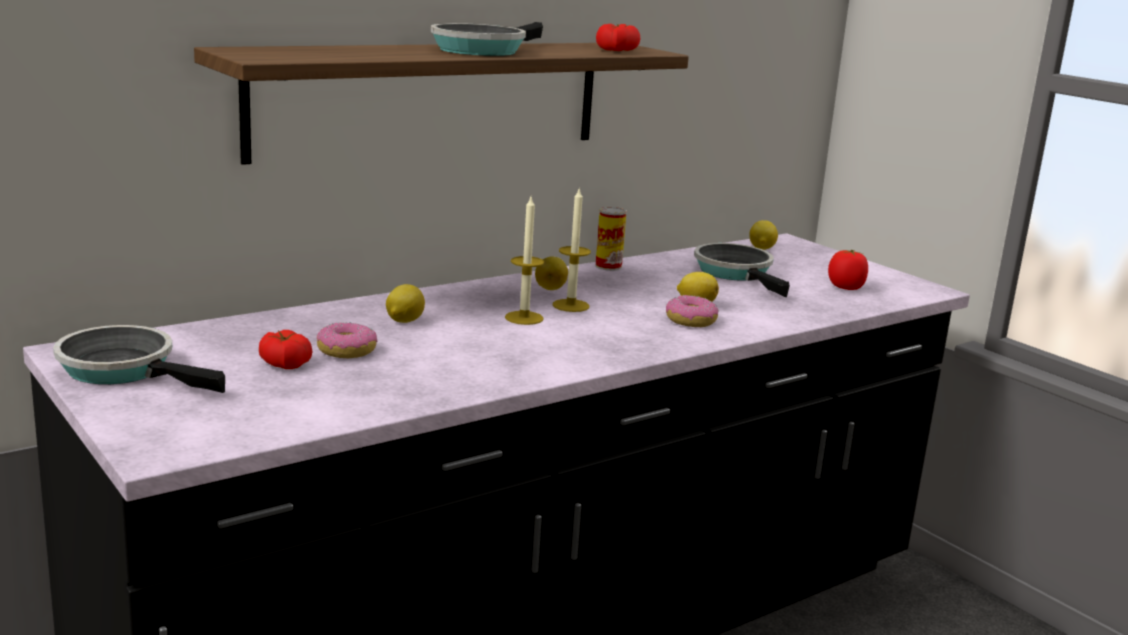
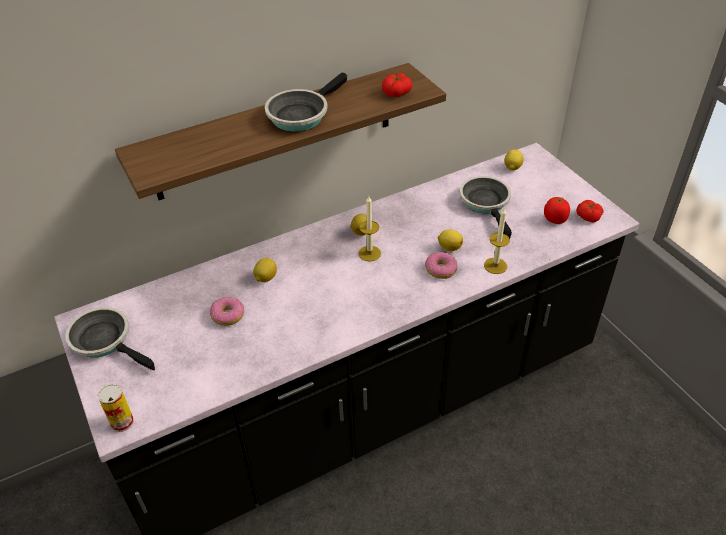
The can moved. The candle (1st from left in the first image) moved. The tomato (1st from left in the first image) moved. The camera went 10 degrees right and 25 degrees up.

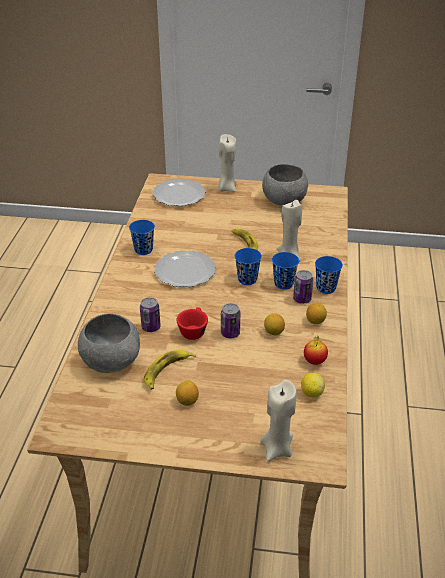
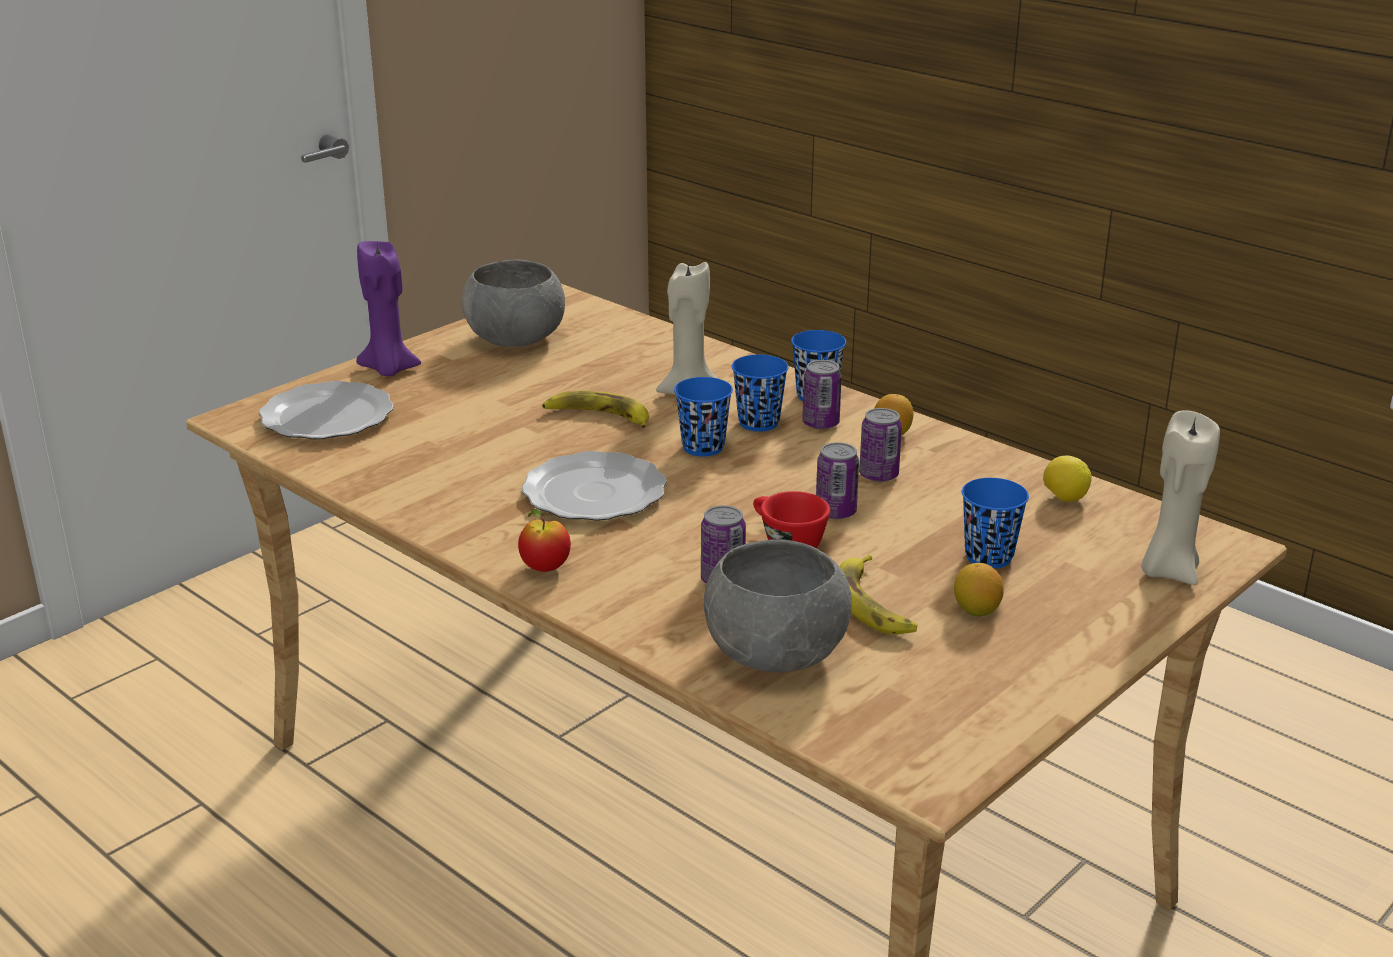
The beige candle (1st from left) became the purple candle. The apple moved. The lemon (2nd from left) was replaced by the can (4th from left). The blue cup (1st from left in the first image) moved. The camera went 55 degrees left and 10 degrees down.

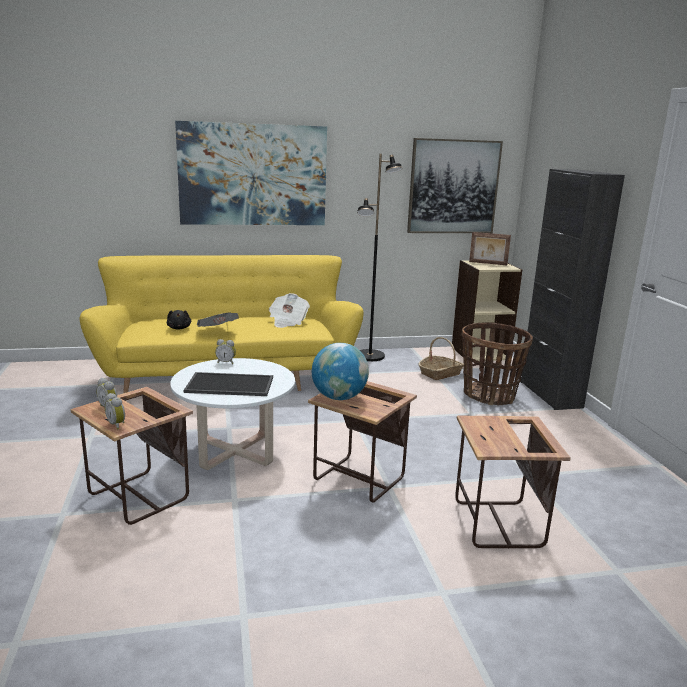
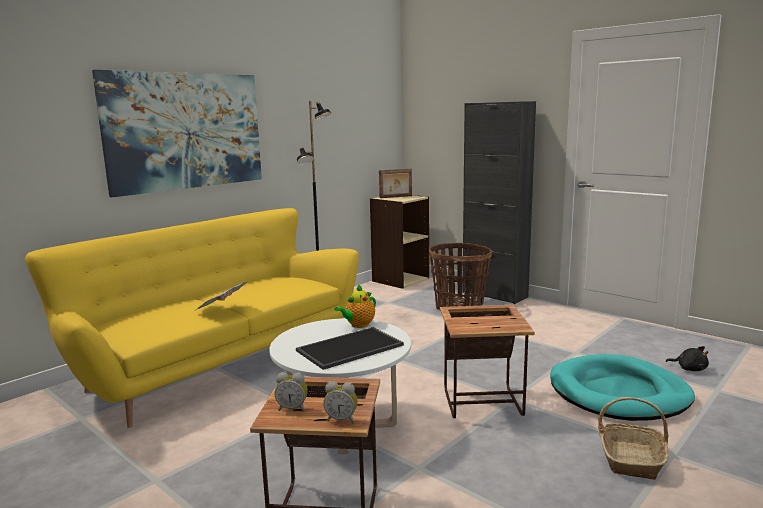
The teapot appeared. The side table (3rd from left) was replaced by the turquoise dog bed. The basket (1st from left in the first image) moved. The black plush toy moved. The alarm clock (3rd from left) disappeared. The newspaper (2nd from left) disappeared. The globe disappeared. The picture (2nd from left) disappeared. The camera went 35 degrees left and 5 degrees down.

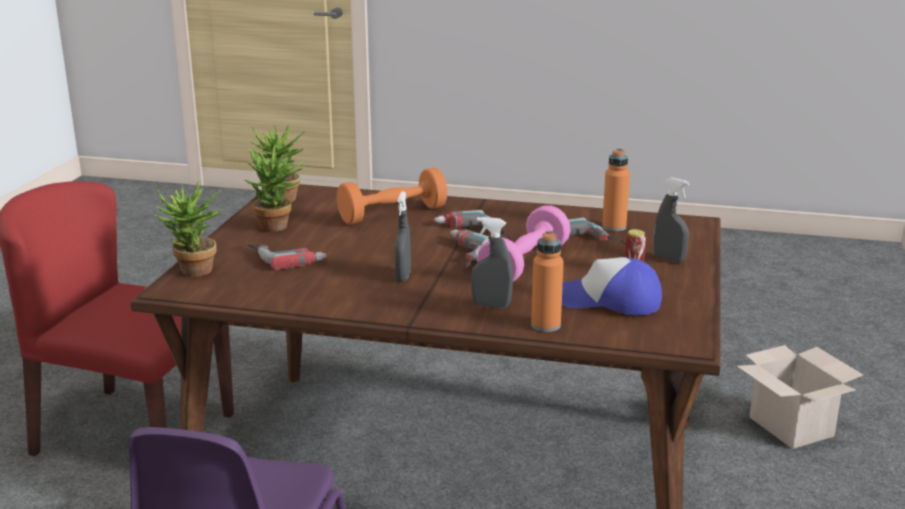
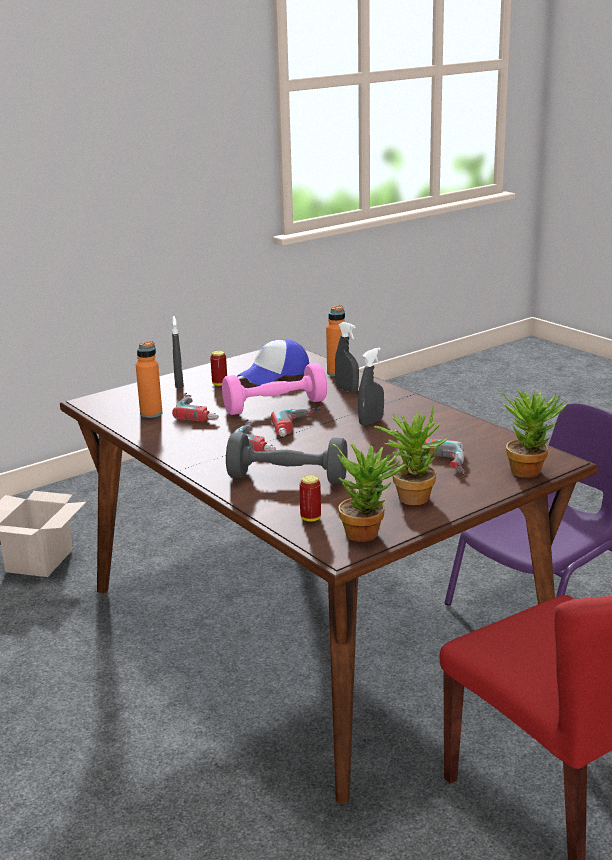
The orange dumbbell became the grey dumbbell. The cap turned 90 degrees clockwise. The can (2nd from left) appeared. The camera went 140 degrees left and 0 degrees up.

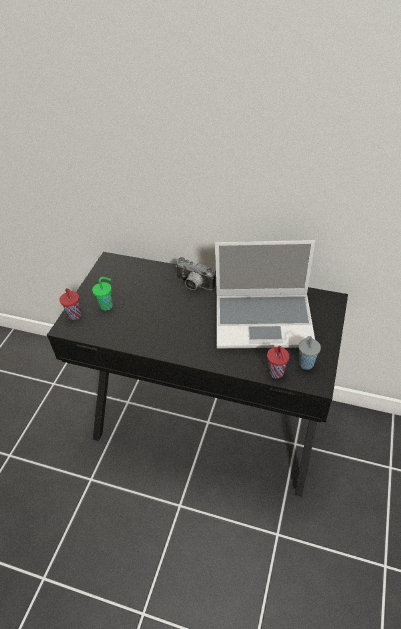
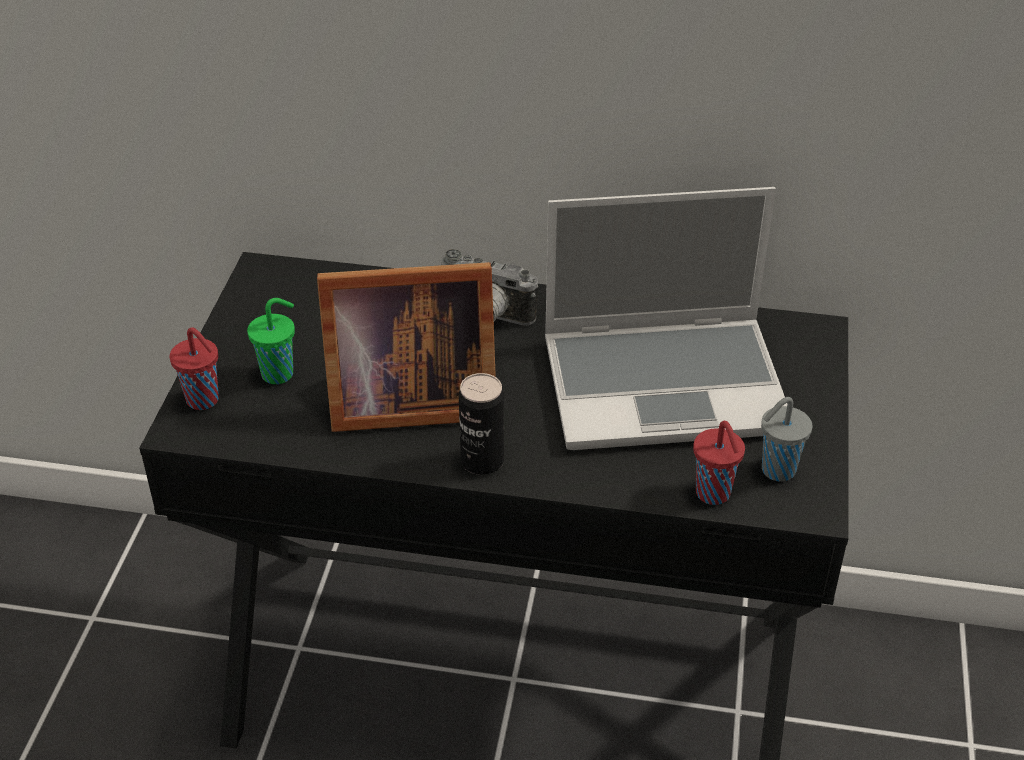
The picture frame appeared. The can appeared. The camera went 10 degrees left and 5 degrees down.

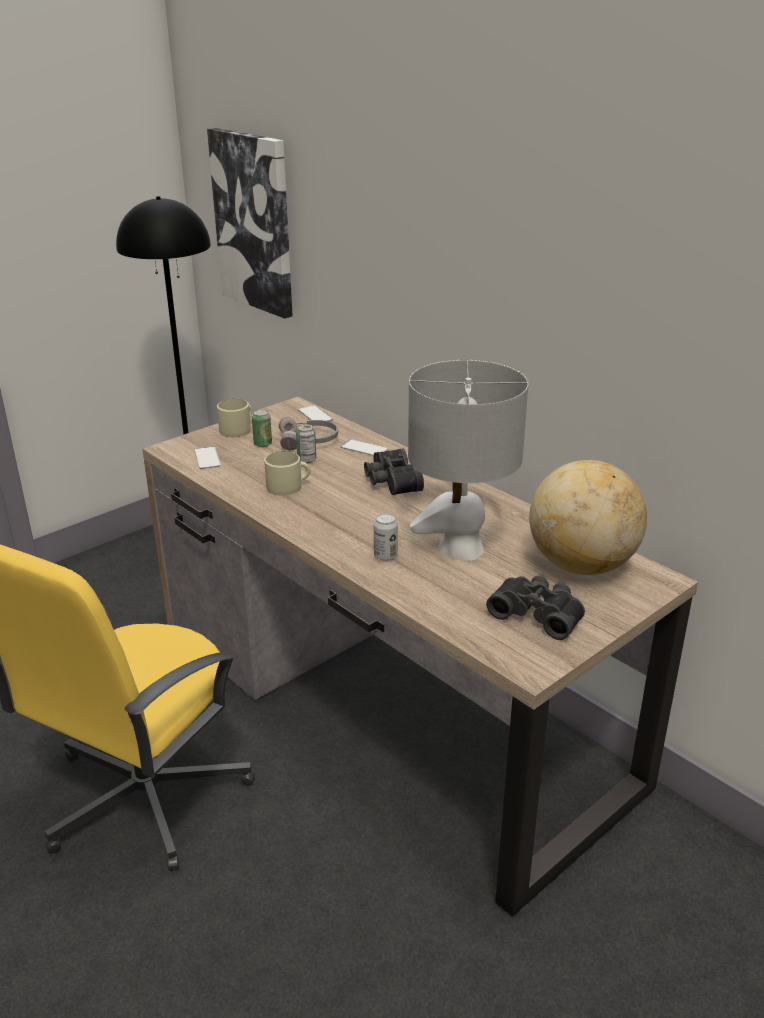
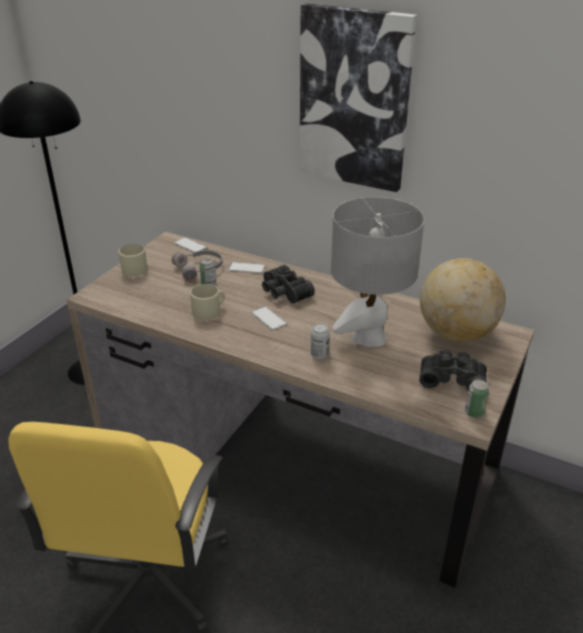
The phone (1st from left in the first image) moved. The picture moved. The can (1st from left in the first image) moved. The camera went 20 degrees left and 5 degrees up.

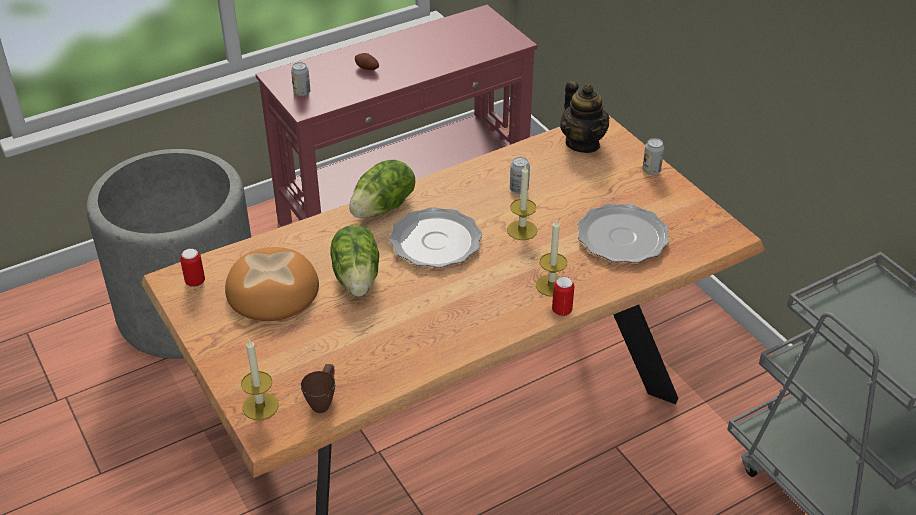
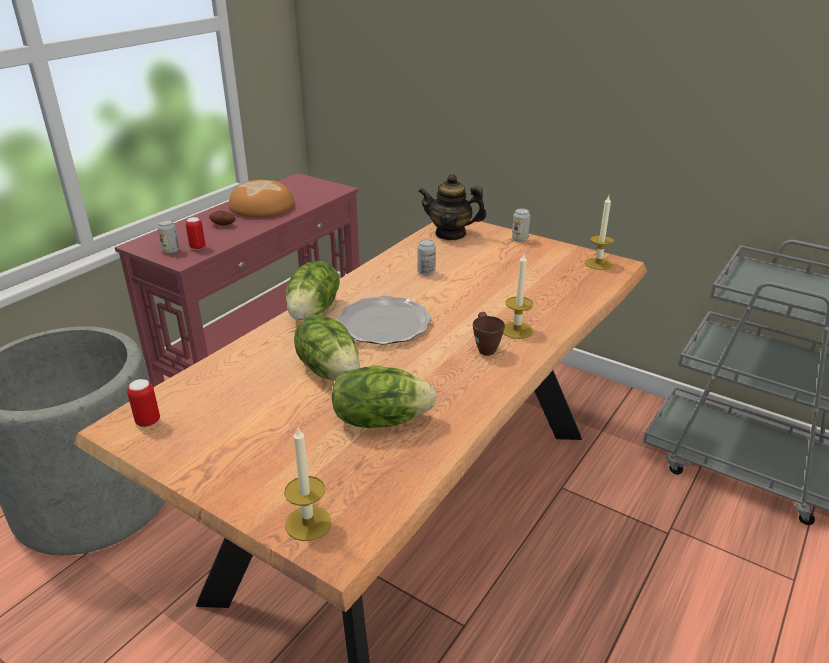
The can (4th from left in the first image) moved. The bread moved. The lettuce (3rd from left) appeared. The teapot turned 150 degrees clockwise. The brown mug moved. The candle (2nd from left in the first image) moved. The plate (2nd from left) disappeared. The camera went 25 degrees left and 10 degrees down.

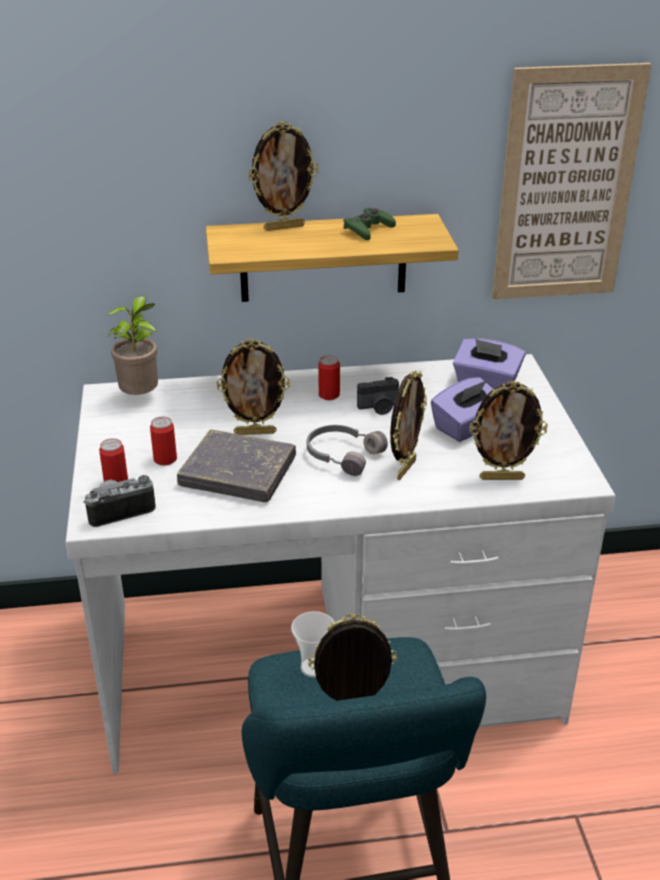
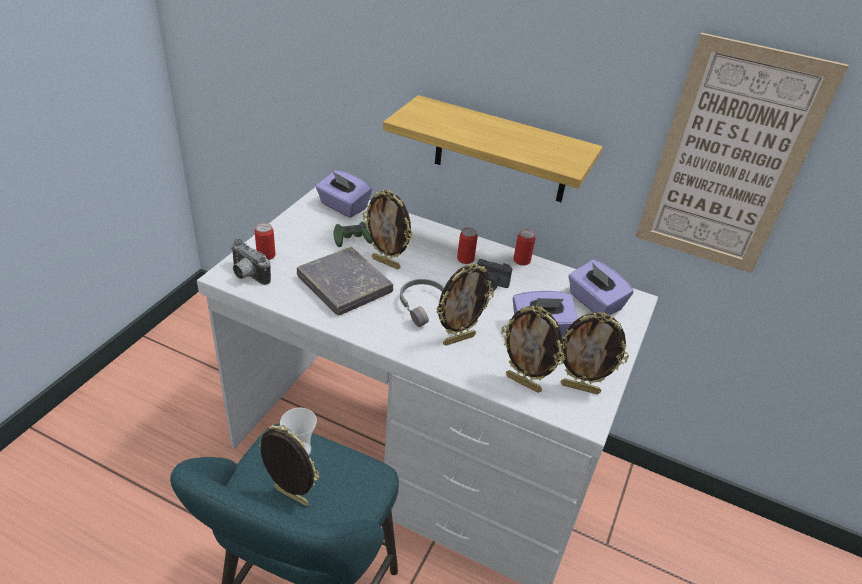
The photo camera (1st from left) turned 150 degrees counterclockwise. The potted plant was replaced by the purple tissue box (1st from left). The green game controller moved. The can (2nd from left in the first image) moved. The picture frame (2nd from left in the first image) moved. The camera went 30 degrees right and 5 degrees up.

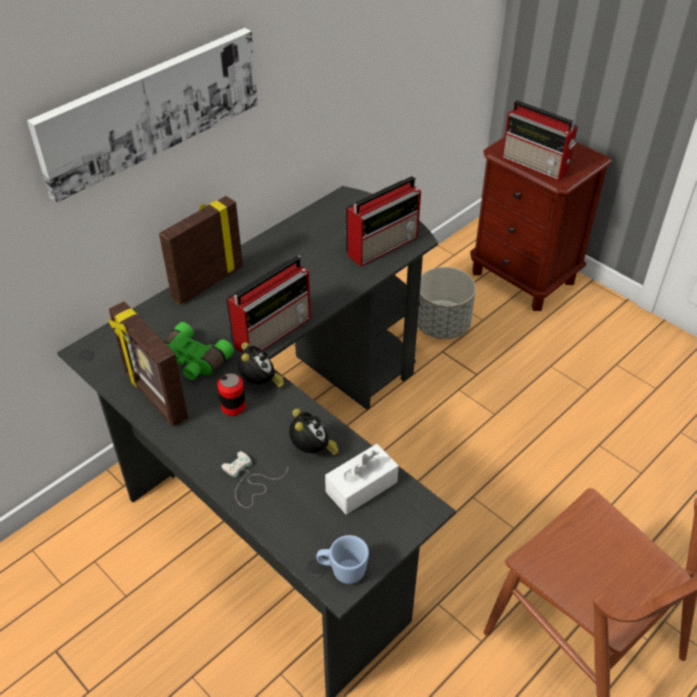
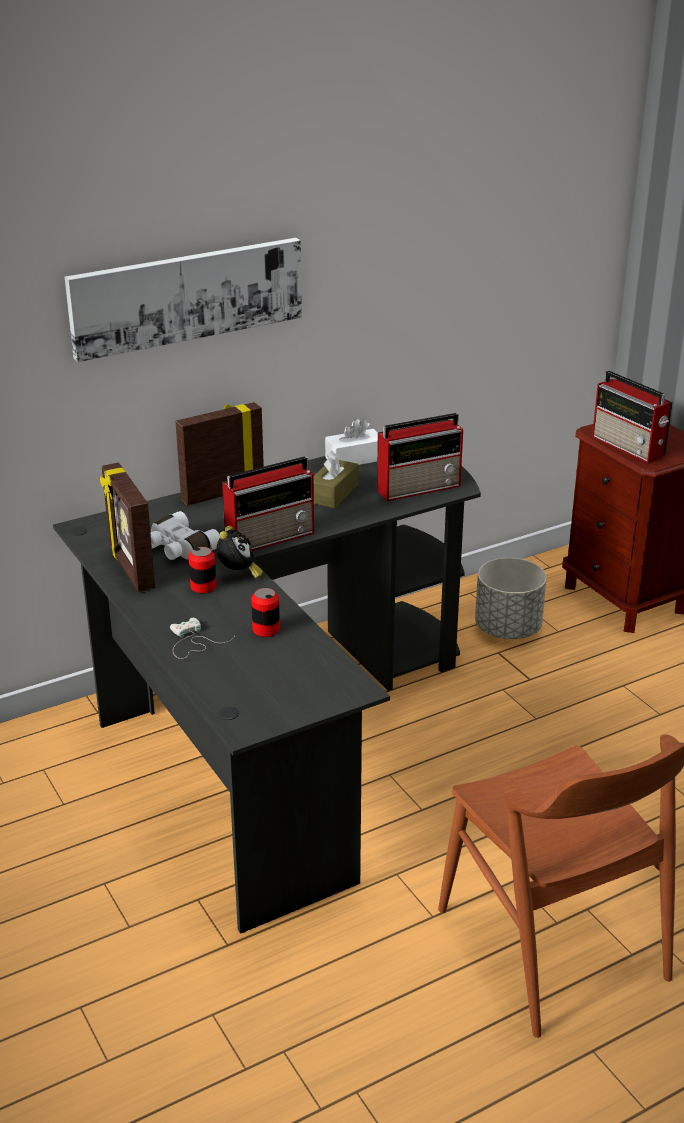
The green binoculars became the white binoculars. The alarm clock (2nd from left) was replaced by the can (2nd from left). The brown tissue box appeared. The white tissue box moved. The blue mug disappeared. The camera went 15 degrees right and 15 degrees down.

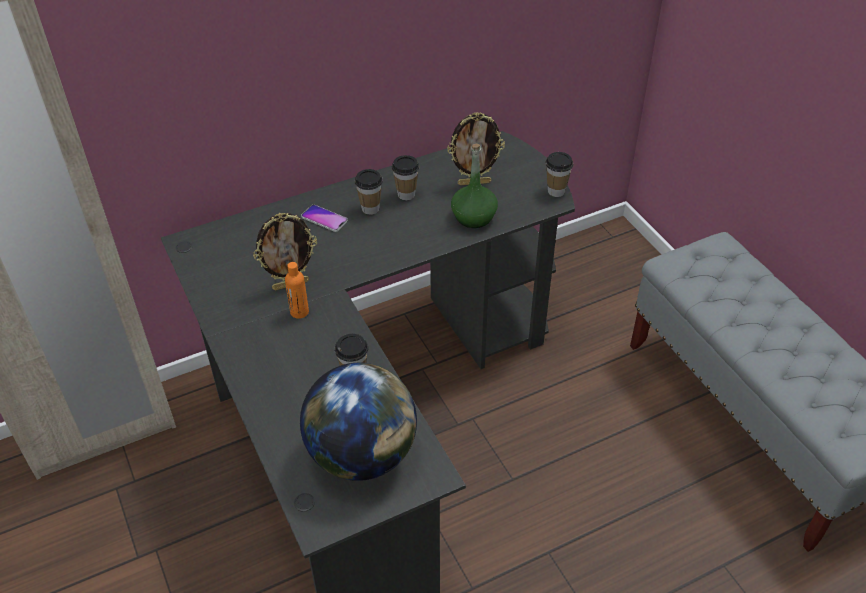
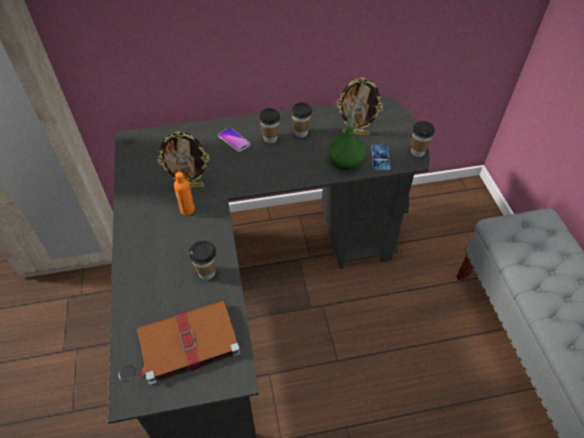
The globe was replaced by the brown book. The phone (2nd from left) appeared. The camera went 15 degrees right and 5 degrees up.

